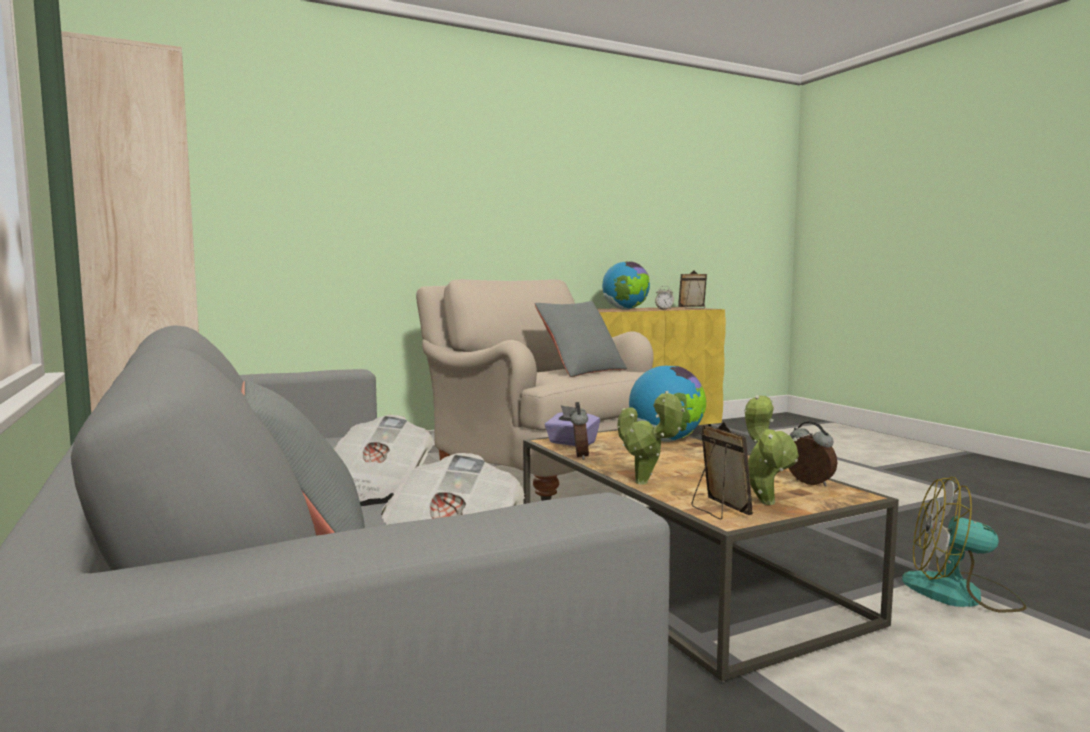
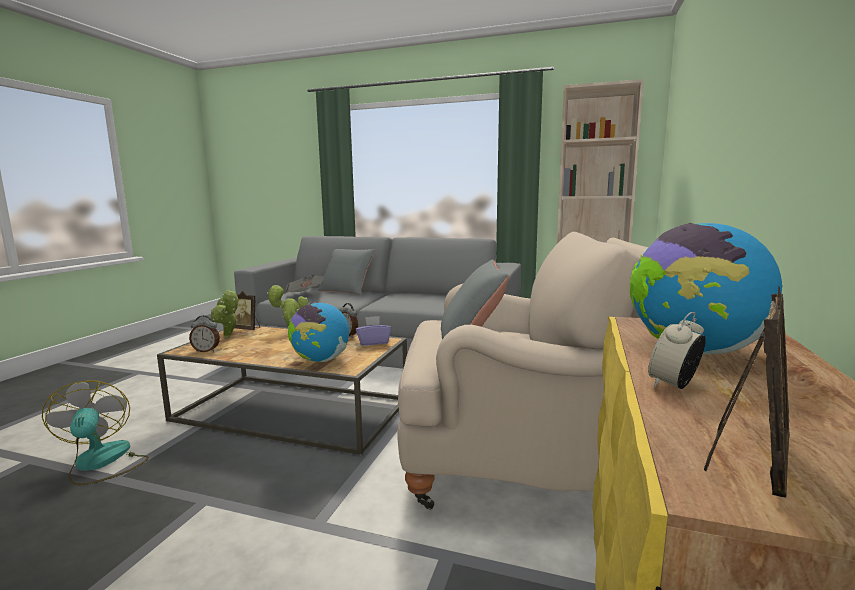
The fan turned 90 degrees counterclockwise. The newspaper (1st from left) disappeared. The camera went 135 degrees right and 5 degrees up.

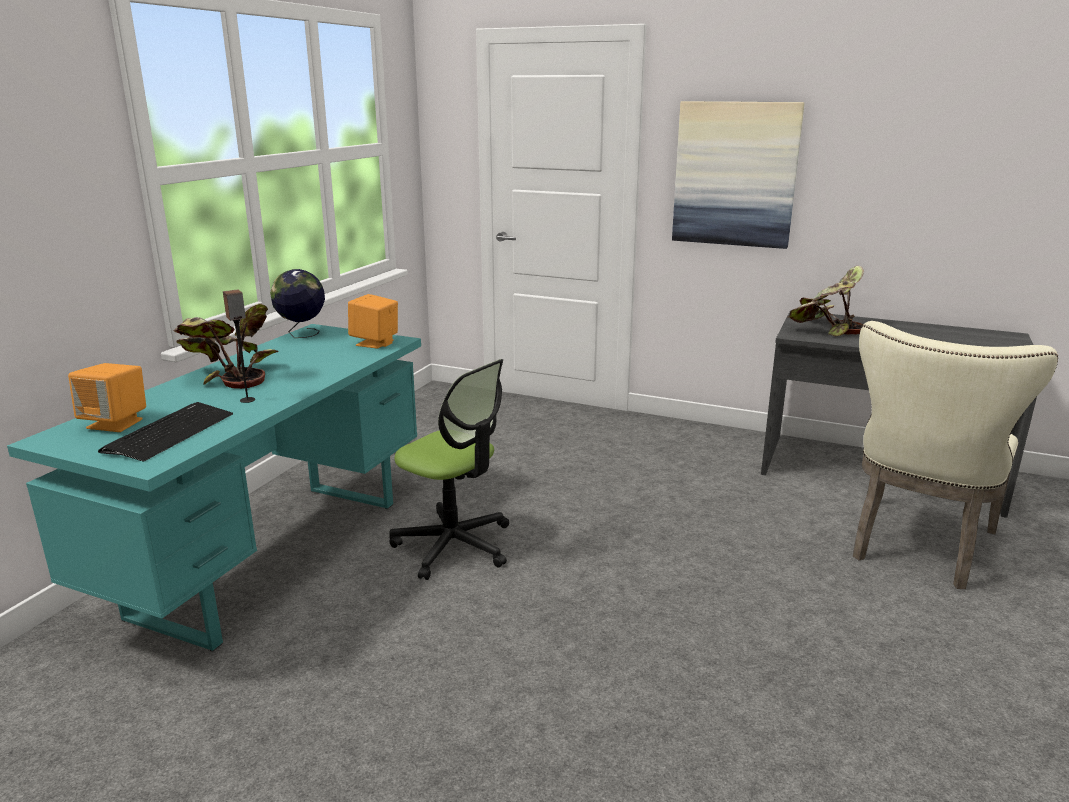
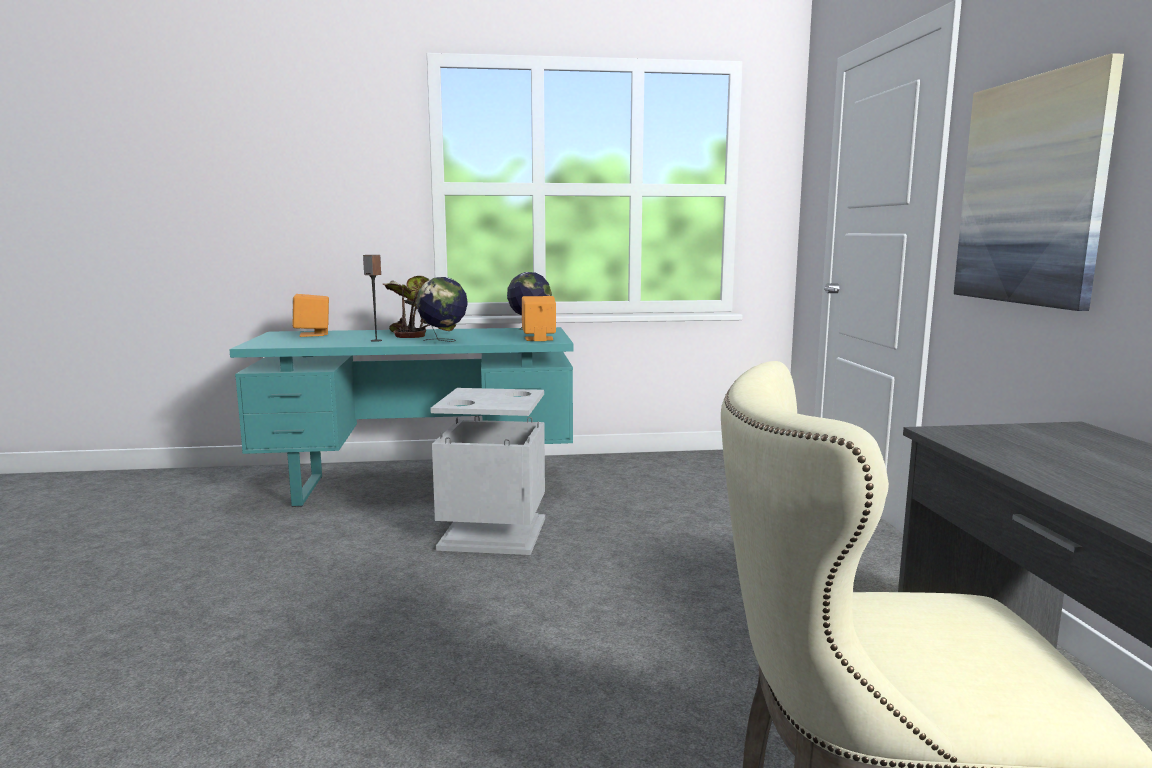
The globe (1st from left) appeared. The office chair was replaced by the grey trash can. The keyboard disappeared. The potted plant (2nd from left) disappeared. The camera went 60 degrees right and 10 degrees down.

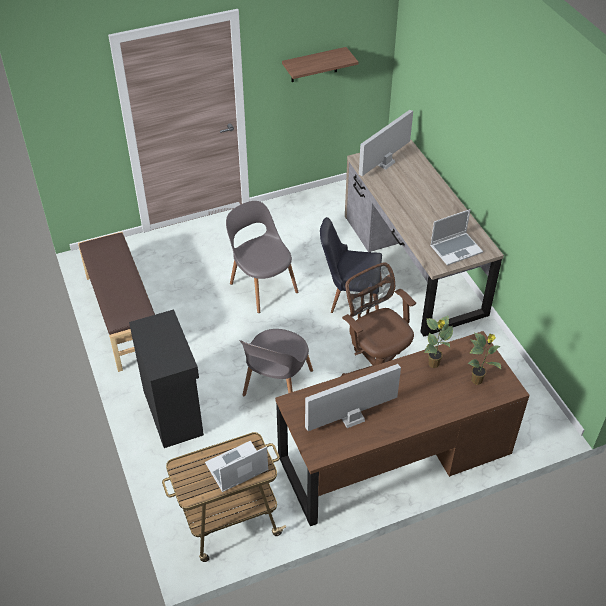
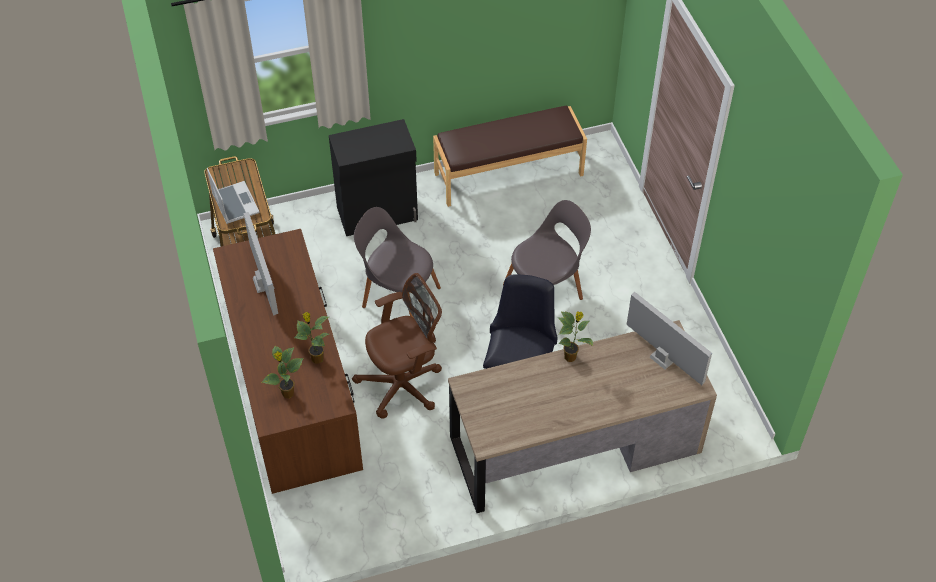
The potted plant (3rd from left) appeared. The shelf disappeared. The laptop (2nd from left) disappeared. The camera went 95 degrees right and 5 degrees up.

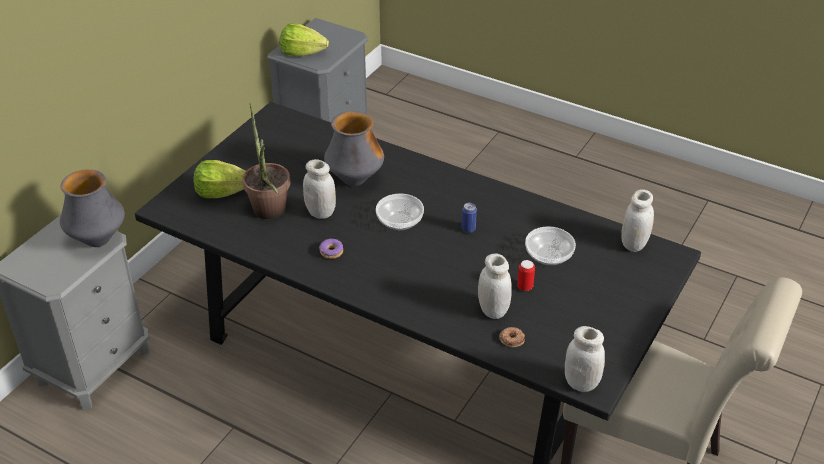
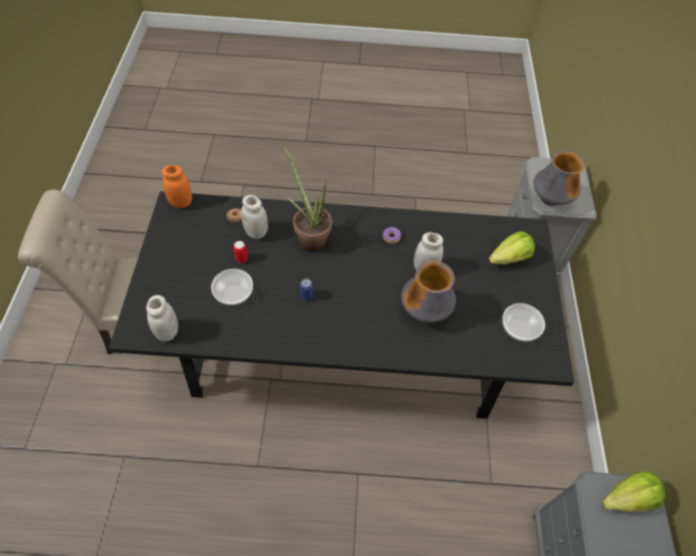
The white jar (3rd from left) became the orange jar. The potted plant moved. The bowl (1st from left in the first image) moved. The camera went 150 degrees right and 15 degrees up.

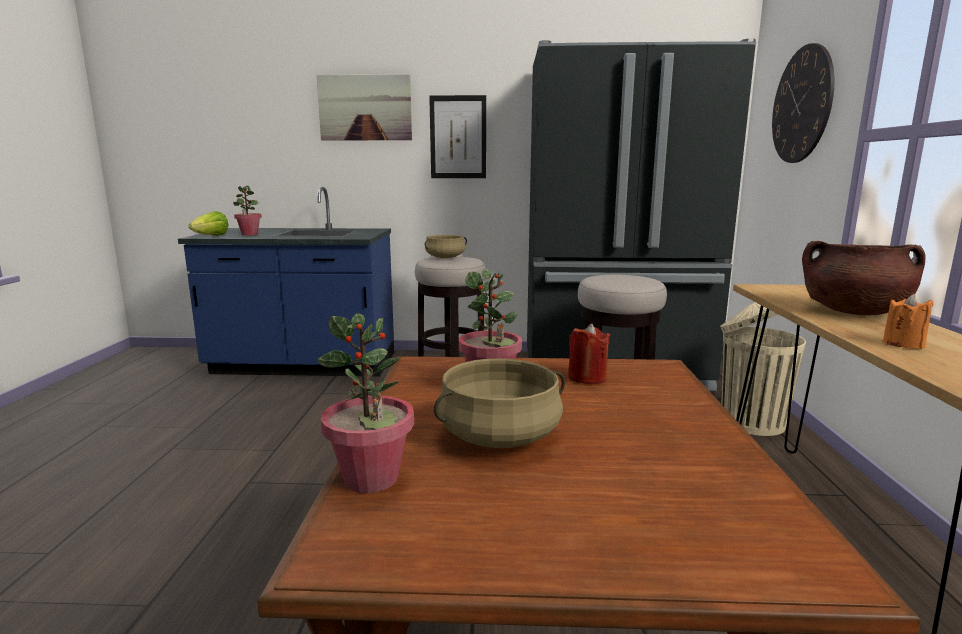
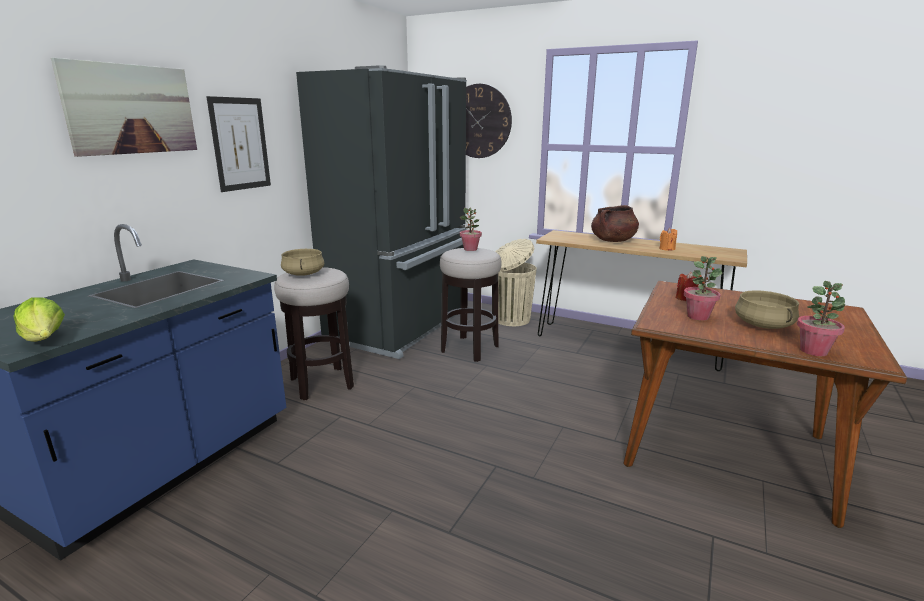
The potted plant (1st from left) moved. The camera went 65 degrees left and 5 degrees up.

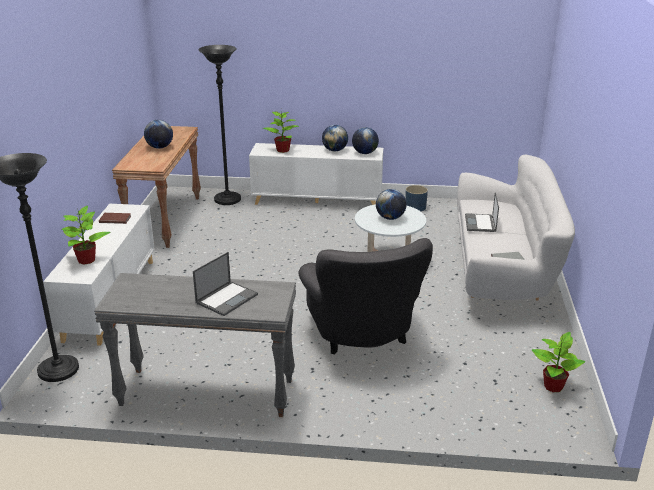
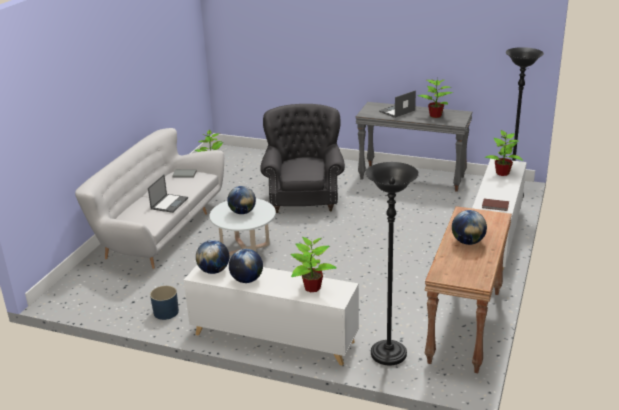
The potted plant (3rd from left) appeared. The camera went 165 degrees left and 0 degrees up.

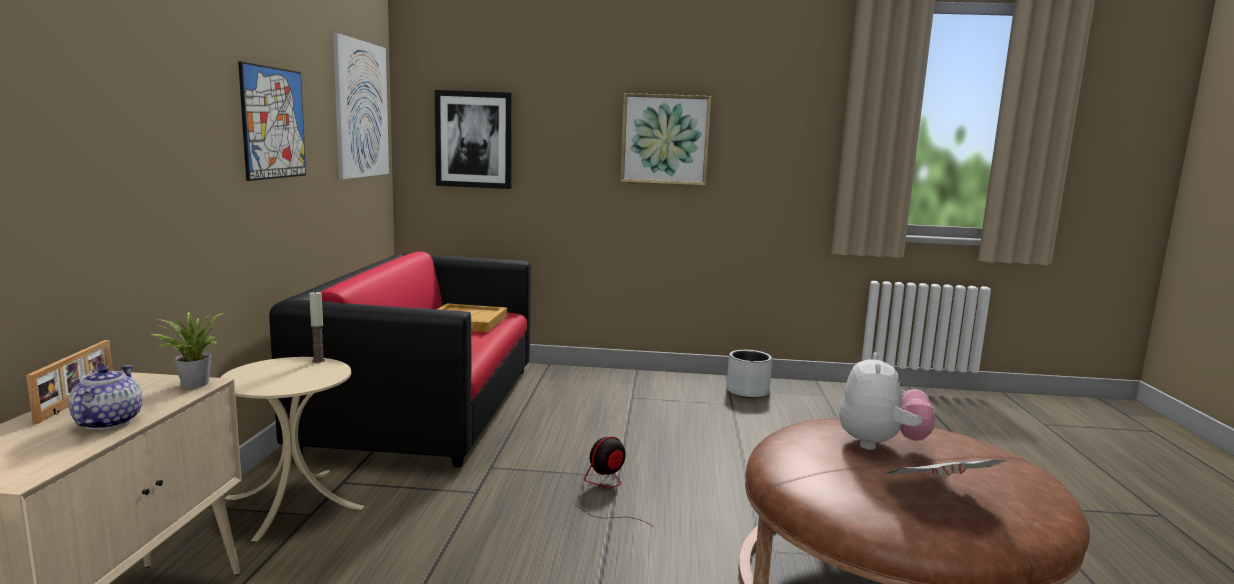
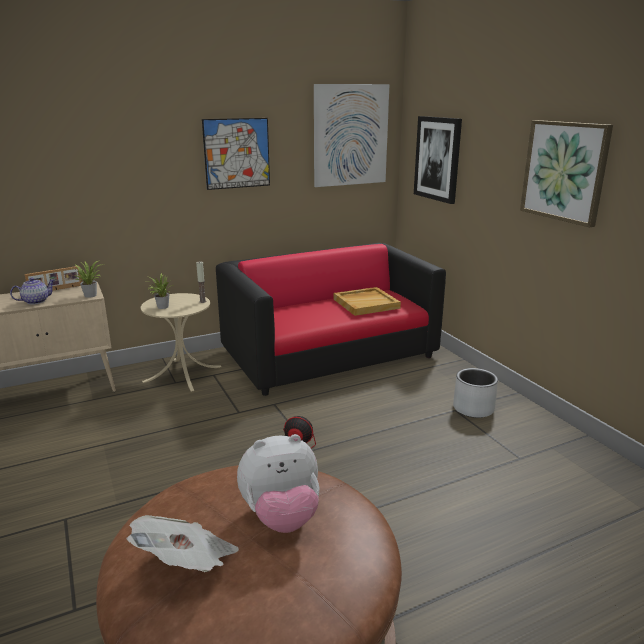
The potted plant (2nd from left) appeared. The grey planter moved. The camera went 60 degrees right and 10 degrees up.

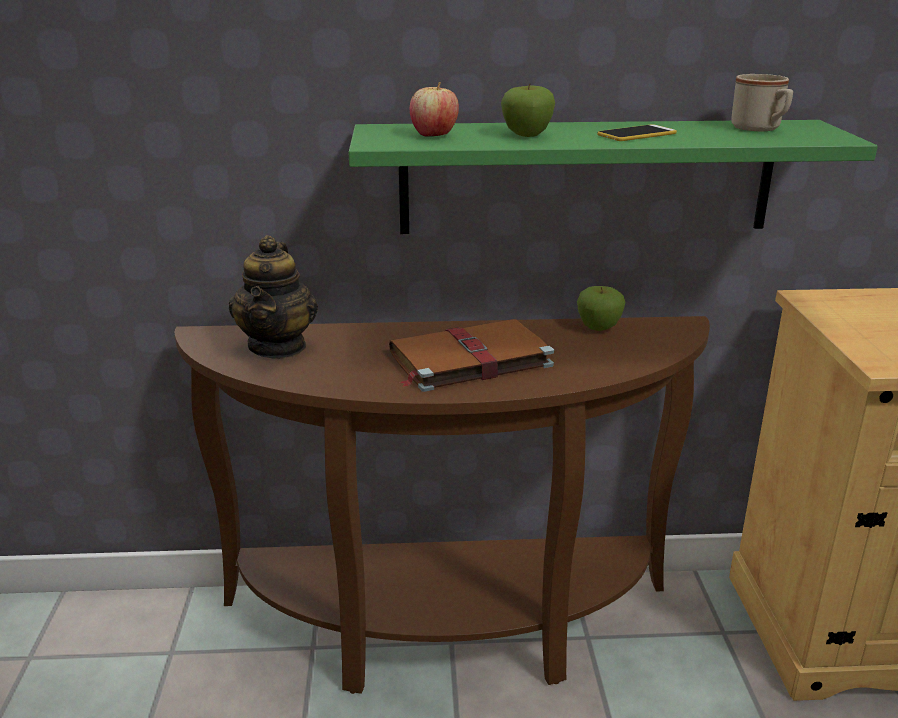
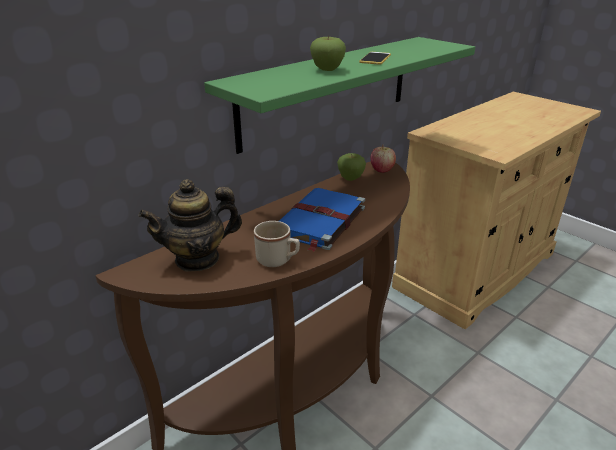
The teapot turned 105 degrees clockwise. The beige mug moved. The brown book became the blue book. The apple (1st from left in the first image) moved. The camera went 40 degrees left and 5 degrees up.

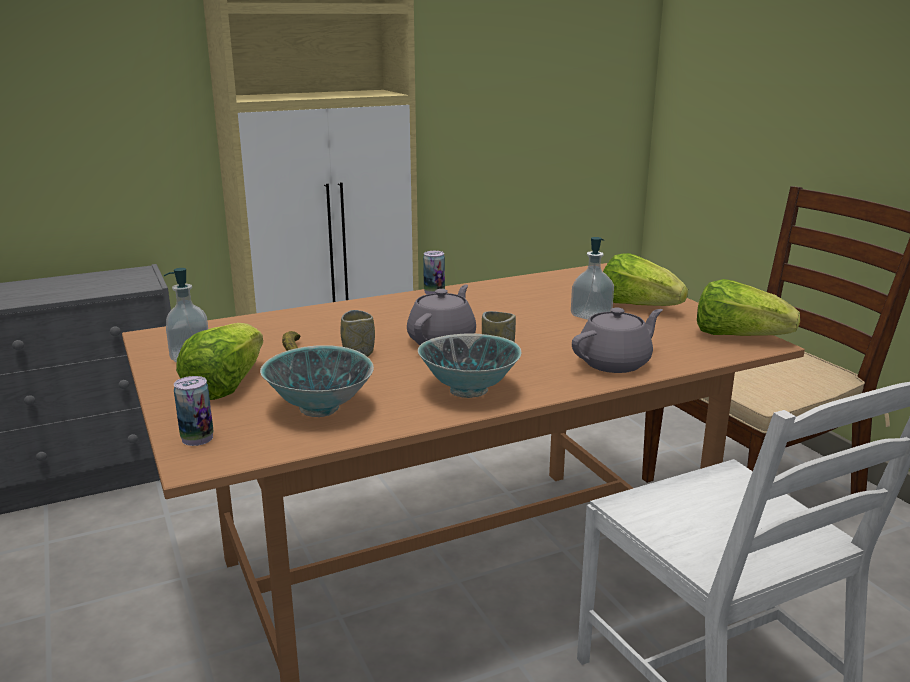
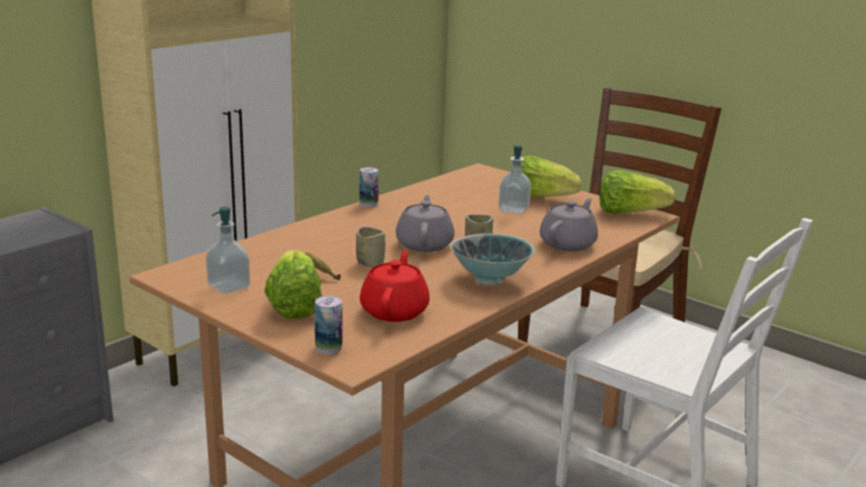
The bowl (1st from left) was replaced by the red teapot. The camera went 25 degrees left and 0 degrees up.

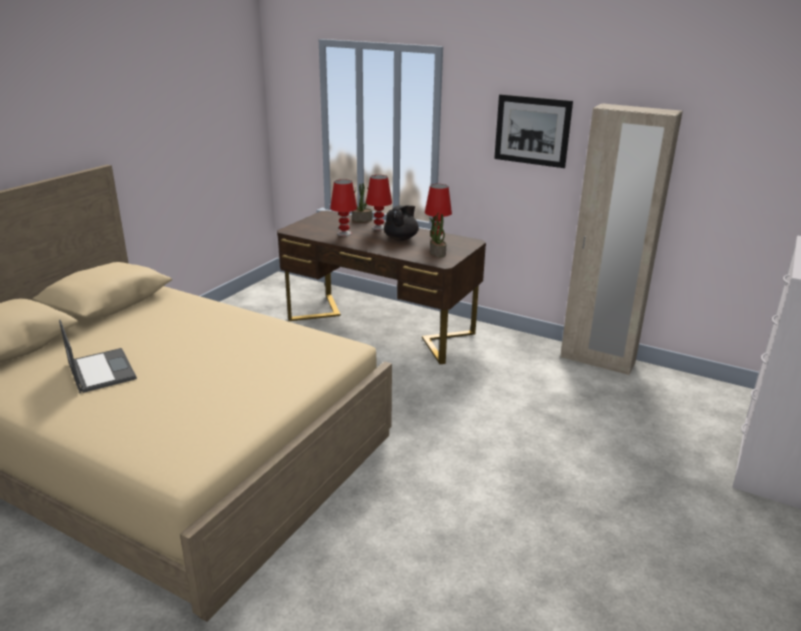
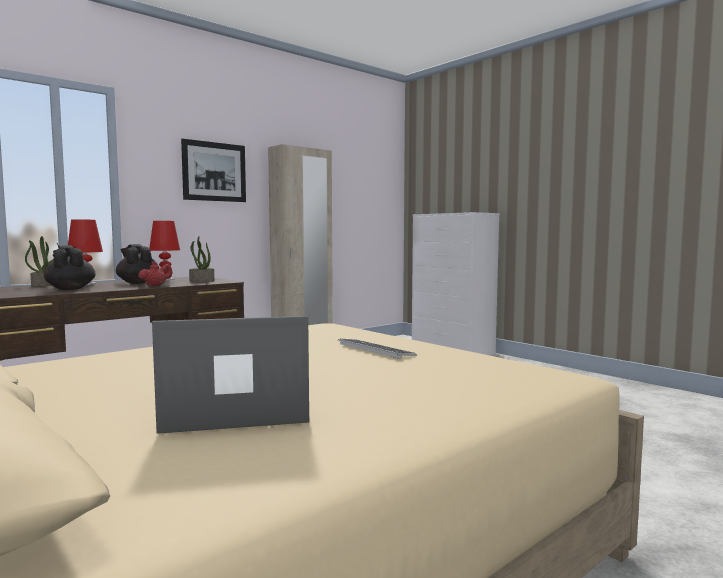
The red table lamp (1st from left) was replaced by the black teapot (1st from left). The red teapot appeared. The keyboard appeared. The camera went 70 degrees left and 20 degrees down.

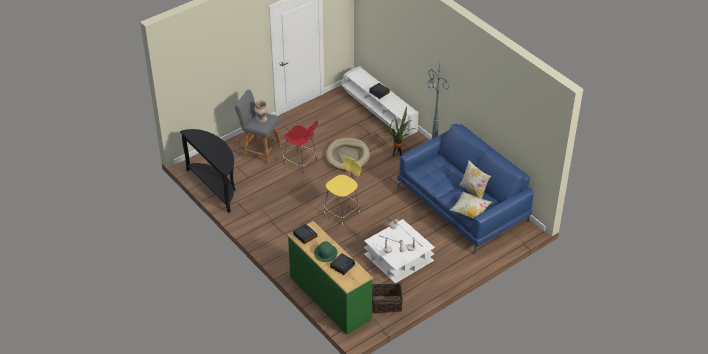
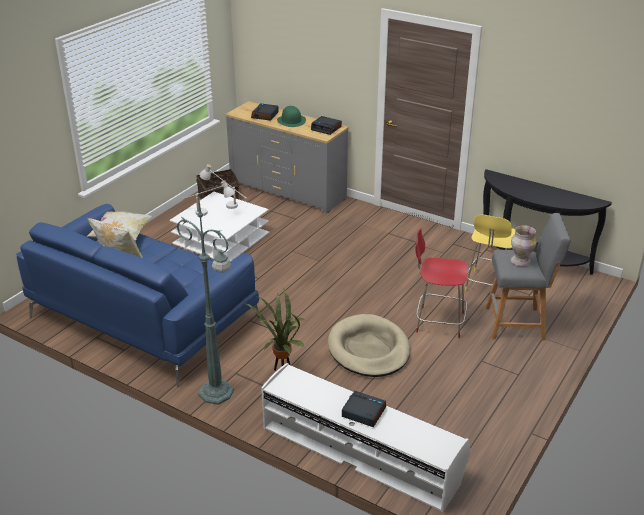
The green dresser became the grey dresser. The yellow stool moved. The camera went 160 degrees right and 10 degrees down.

